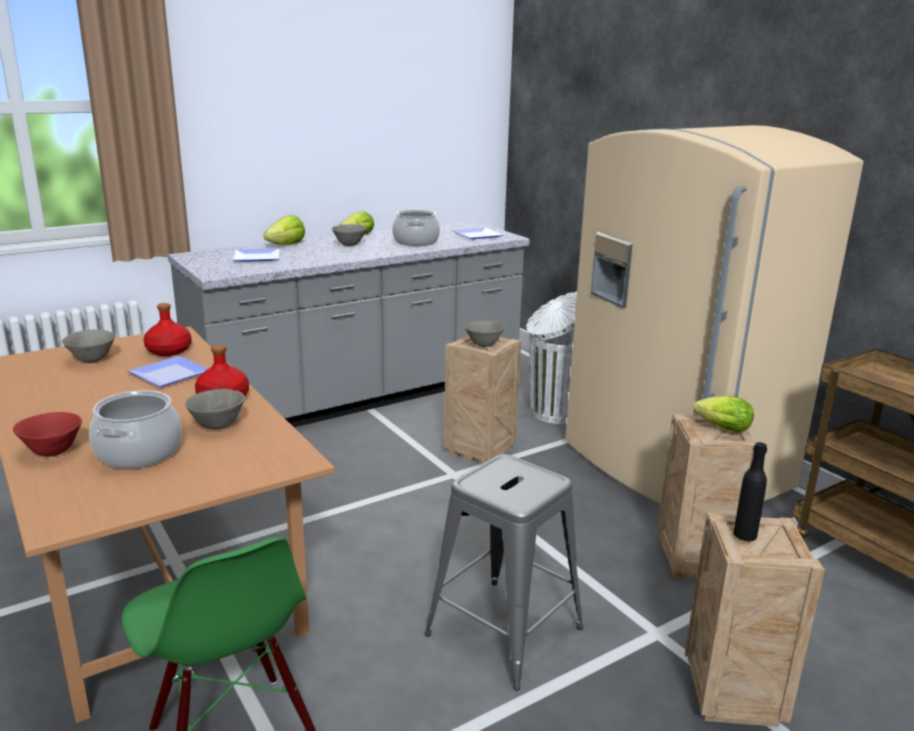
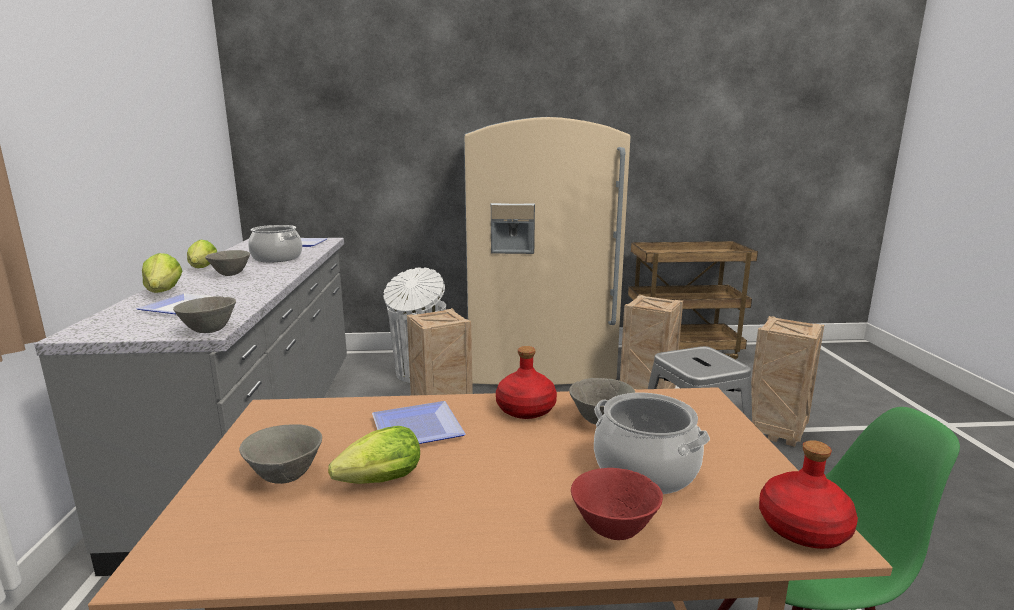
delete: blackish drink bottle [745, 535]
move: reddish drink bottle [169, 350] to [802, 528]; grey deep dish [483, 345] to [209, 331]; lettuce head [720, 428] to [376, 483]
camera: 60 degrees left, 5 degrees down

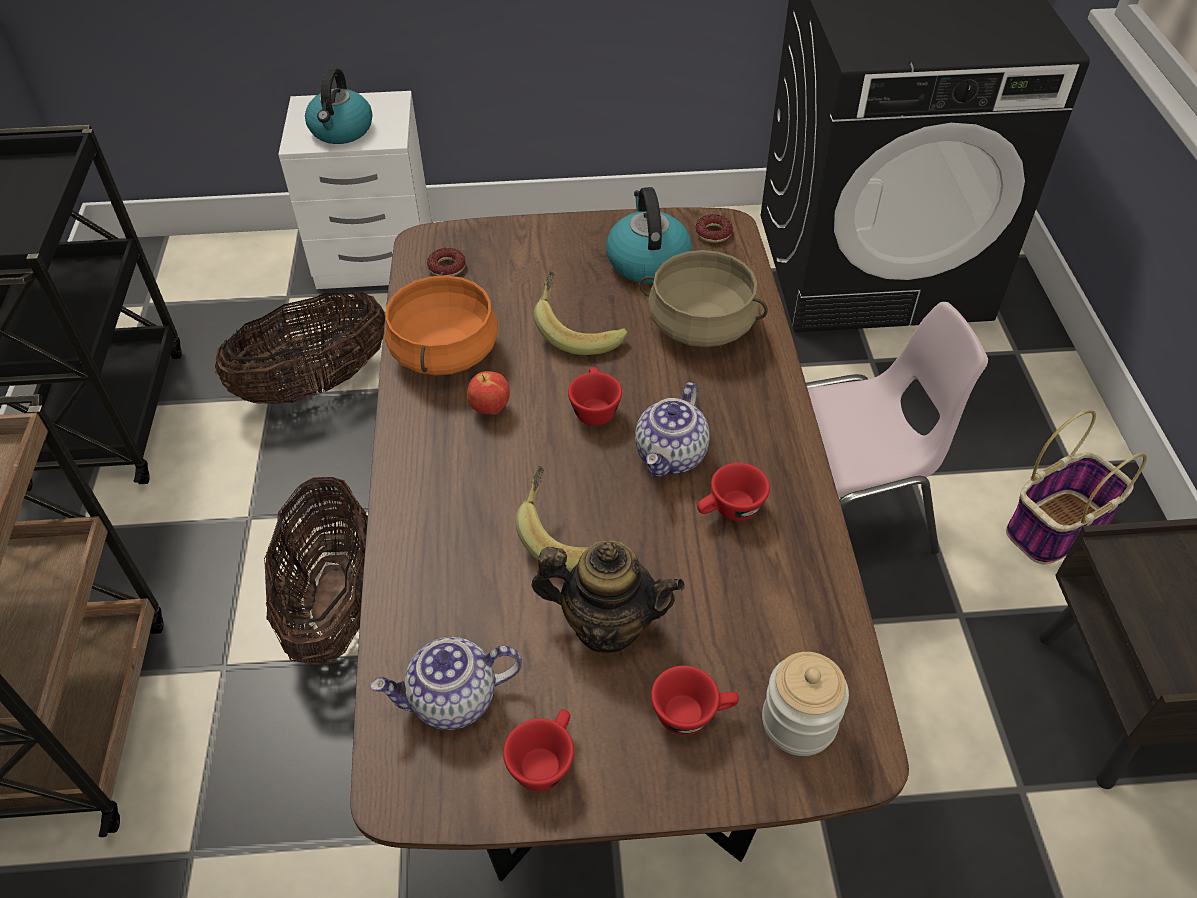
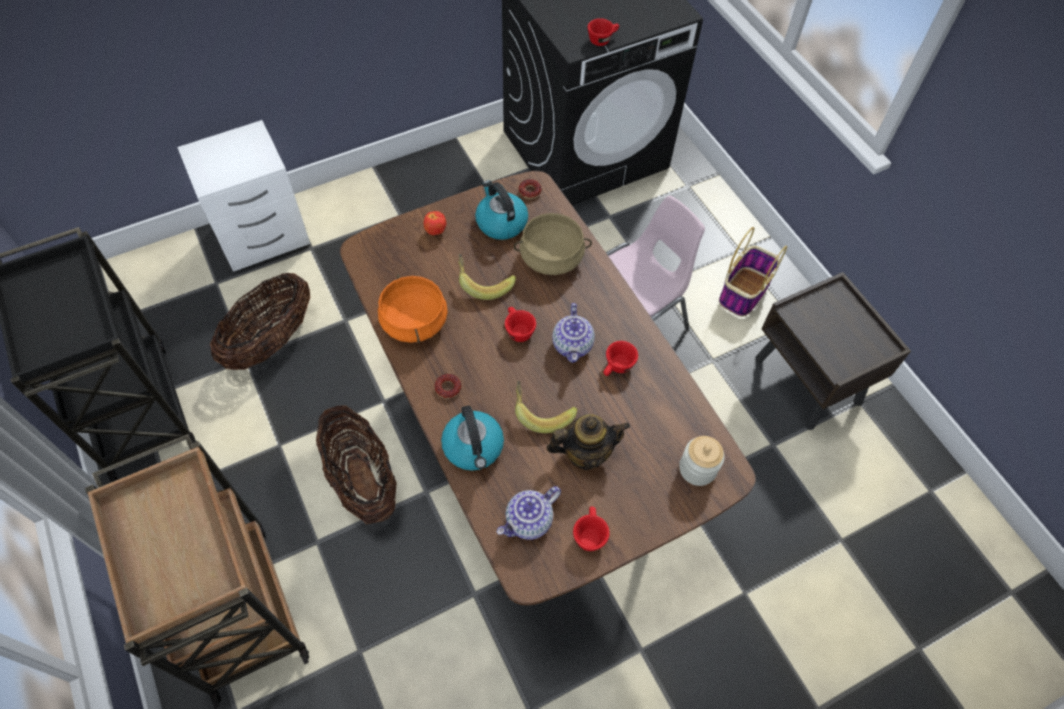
move: kettle [341, 130] to [474, 447]; doughnut [447, 267] to [448, 388]; whole apple [490, 409] to [435, 231]; reddish drinking cup [692, 713] to [602, 39]
camera: 25 degrees left, 10 degrees up

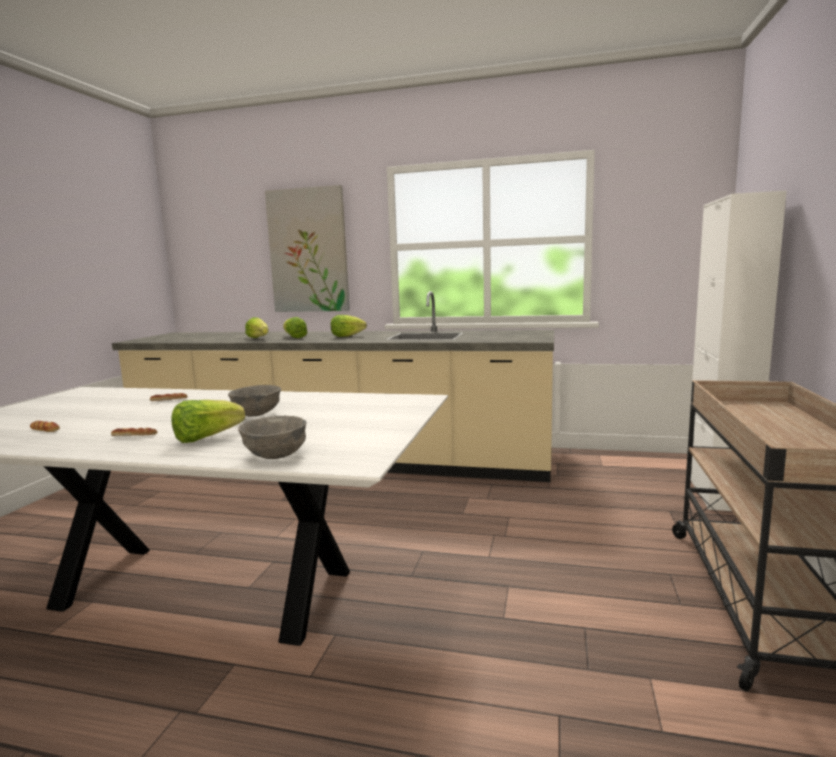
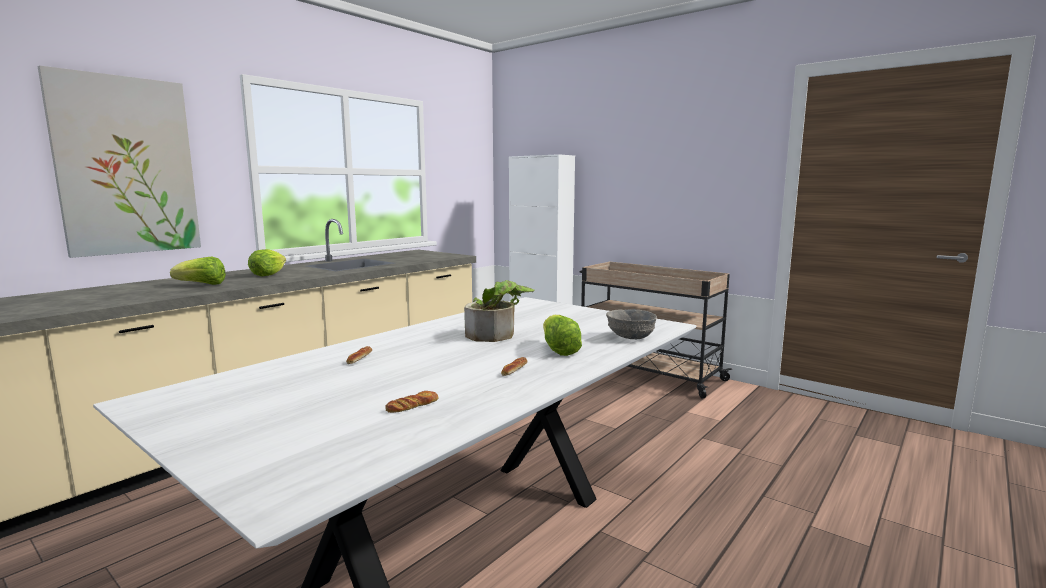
delete: lettuce head [258, 338]
replace: grey deep dish [257, 414] to potted plant [497, 335]
camera: 65 degrees left, 0 degrees up

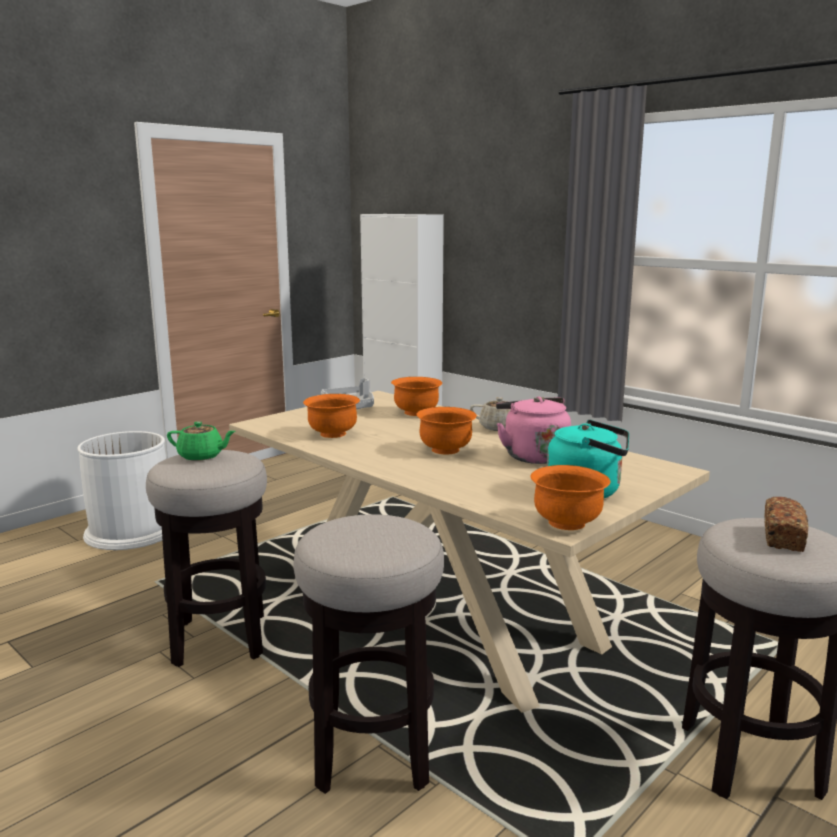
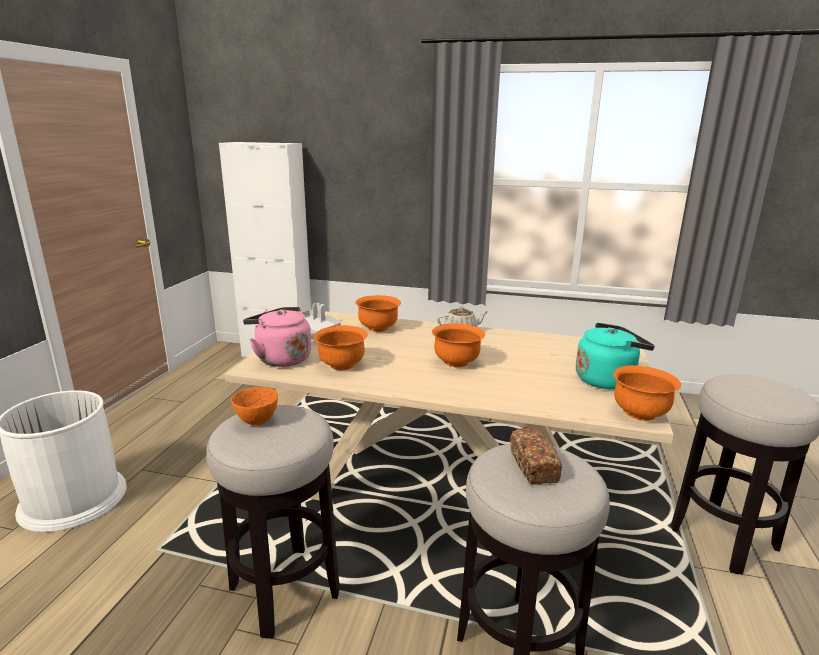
move: pink-coloured kettle [532, 456] to [281, 358]; bread [783, 538] to [533, 467]
replace: greenish pot for tea [202, 456] to orange deep dish [256, 421]
camera: 30 degrees left, 5 degrees up

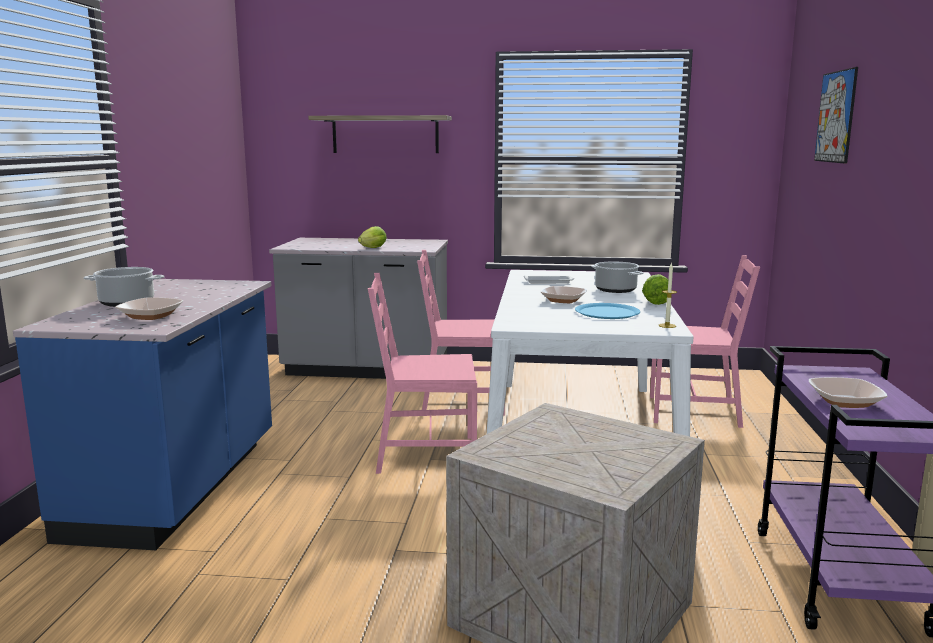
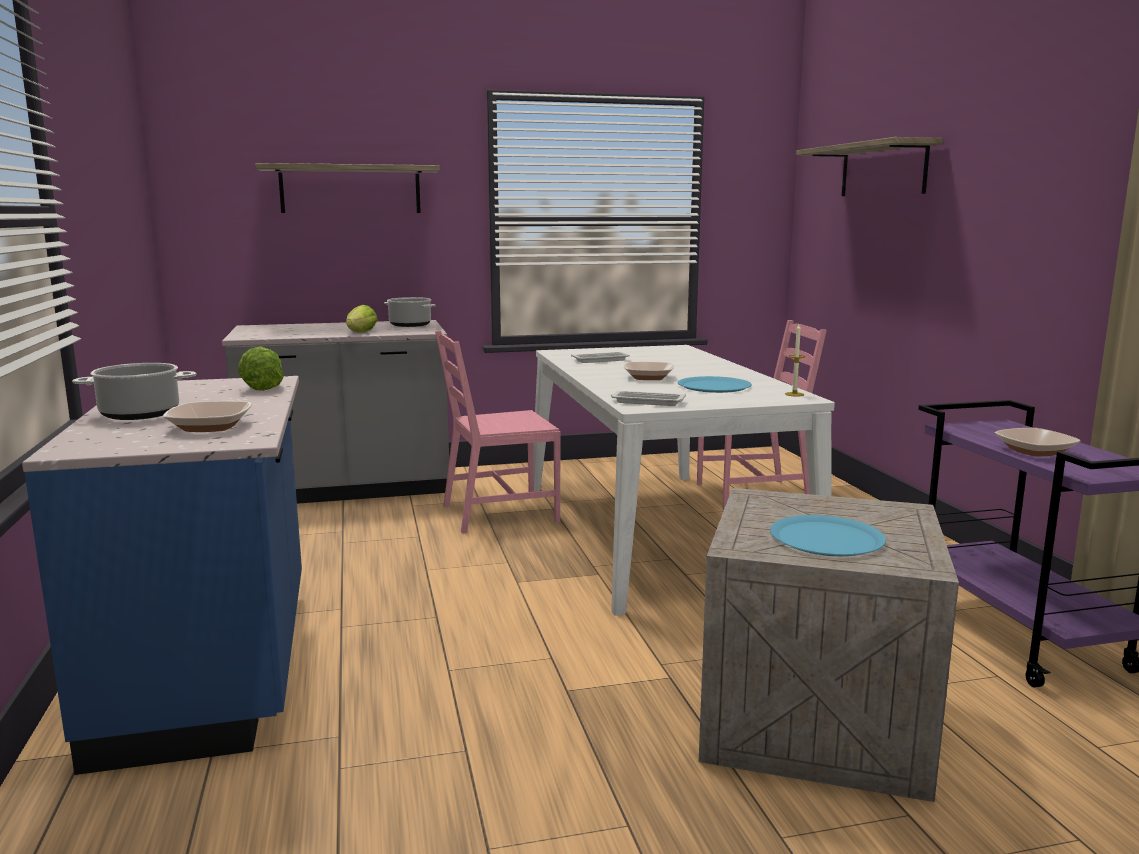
delete: pink-coloured chair [425, 455]
insert: white-coloured serving tray [646, 402]; blue flat dish [826, 538]
move: cooking pot [616, 290] to [410, 325]; lettuce head [654, 302] to [263, 387]
replace: wall picture [835, 117] to wall shelf [883, 170]
camera: 20 degrees left, 0 degrees up

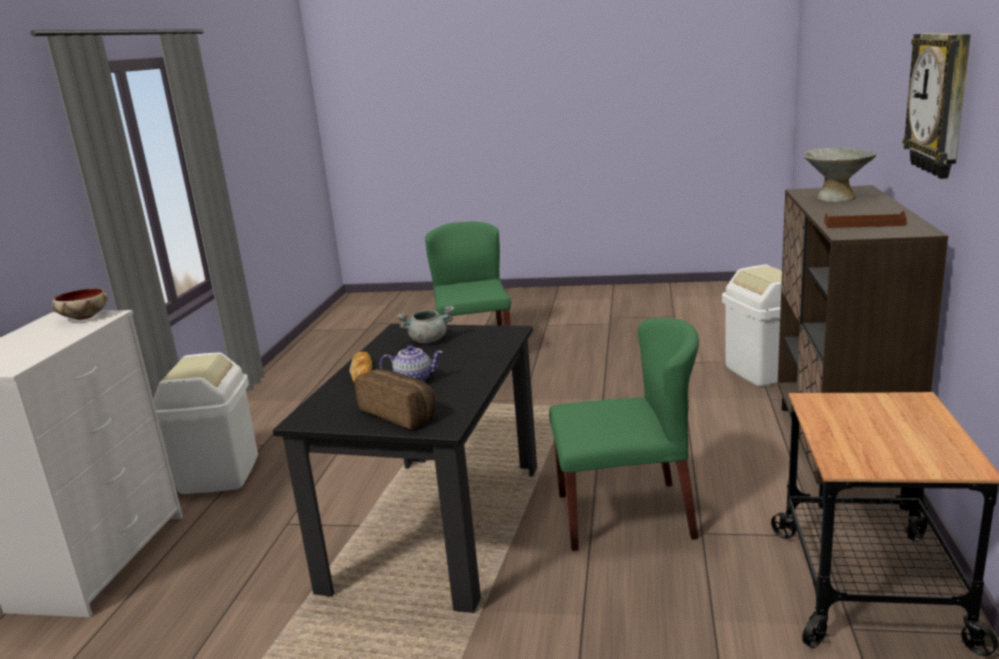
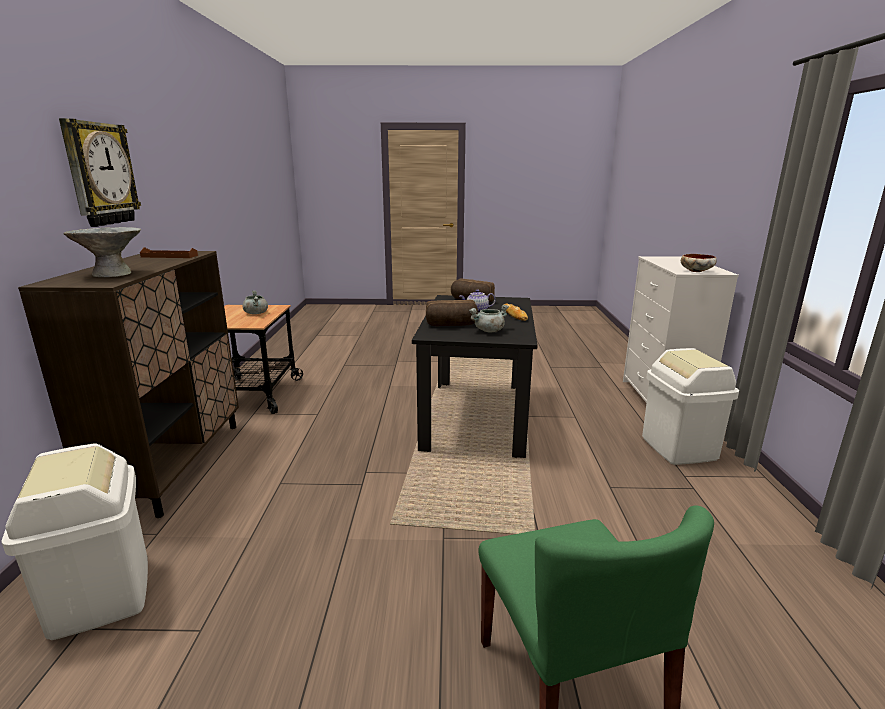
delete: greenish chair [626, 515]
insert: grey cooking pot [256, 313]; bread [451, 325]
camera: 170 degrees right, 0 degrees up

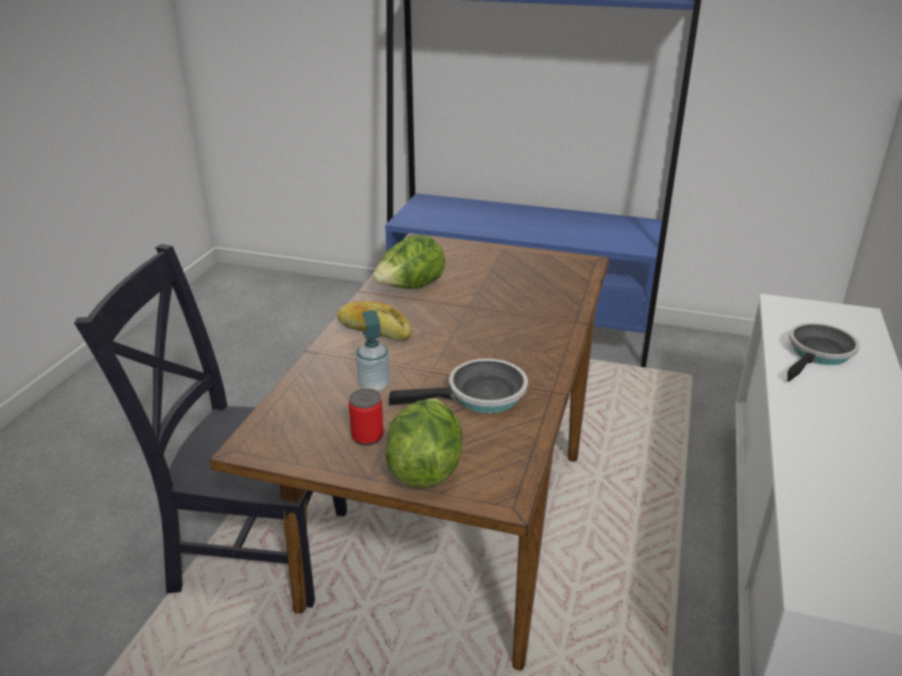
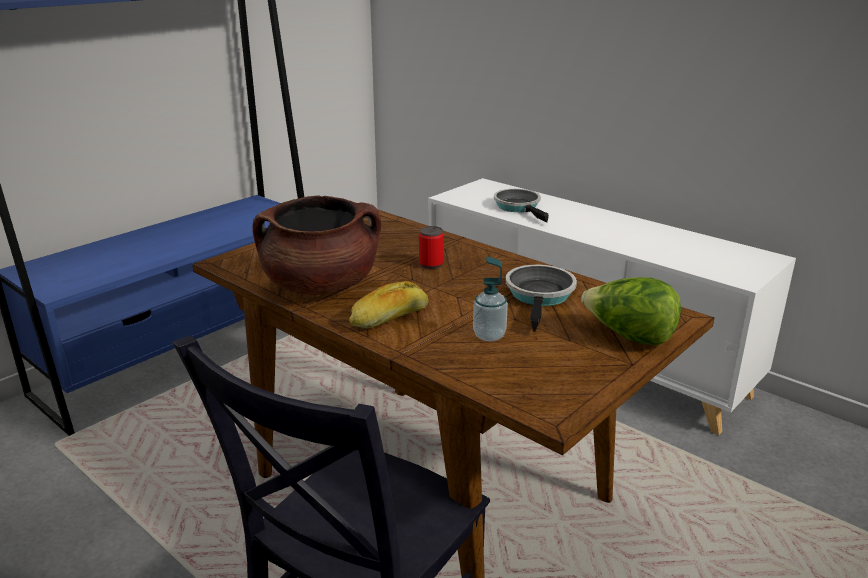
move: sealed can [367, 436] to [431, 264]
replace: lettuce head [410, 288] to brownish cooking pot [321, 286]
camera: 65 degrees left, 5 degrees down

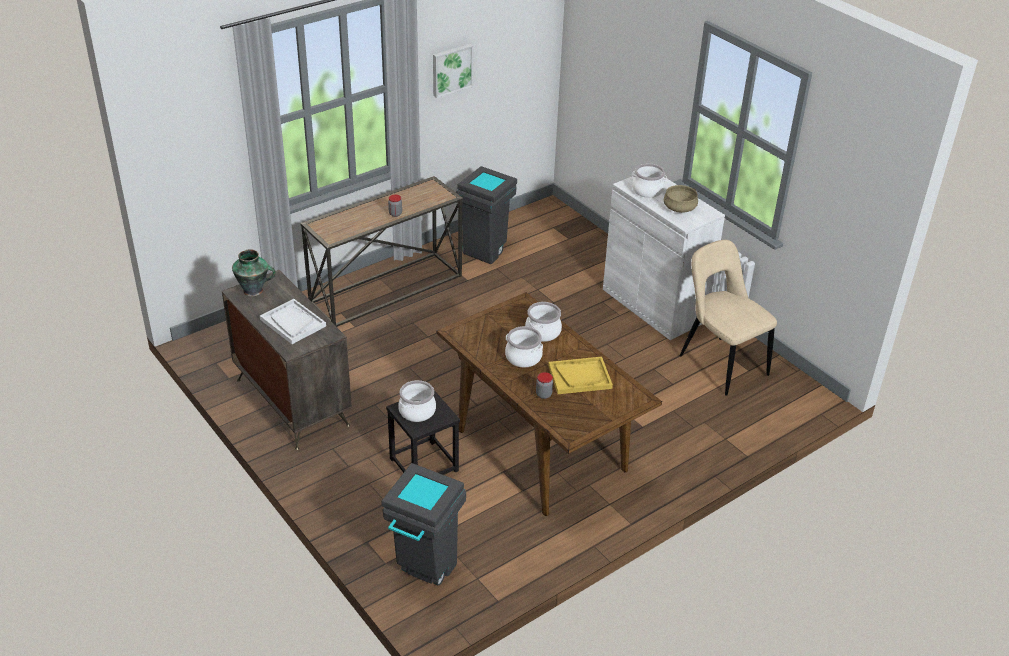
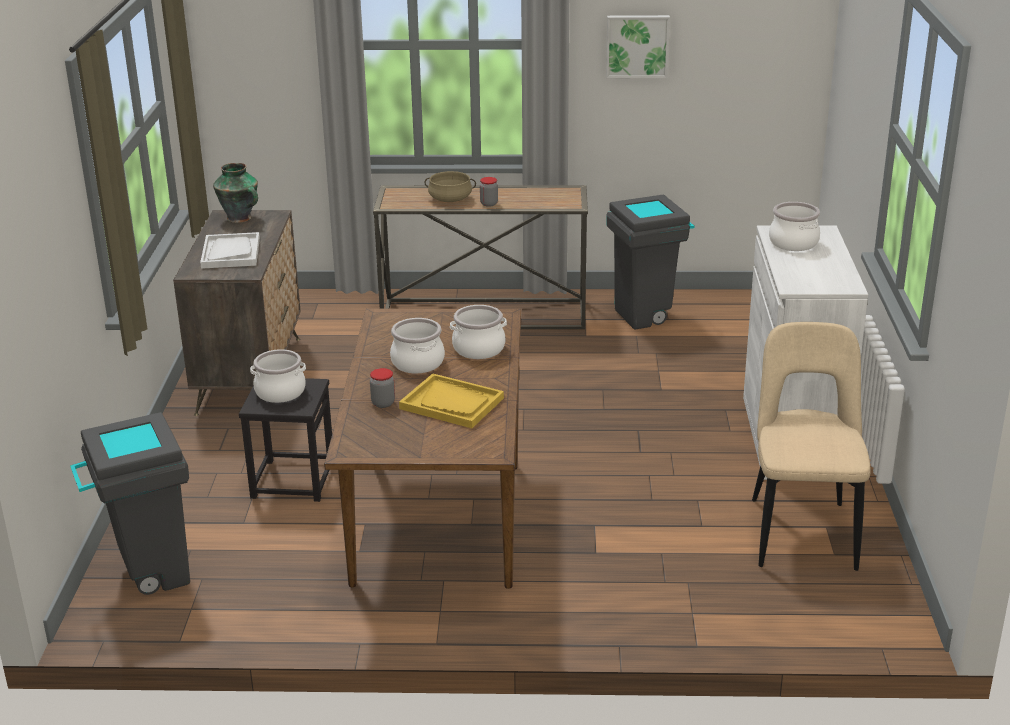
move: sand-coloured cooking pot [679, 208] to [450, 199]
camera: 40 degrees right, 10 degrees down

